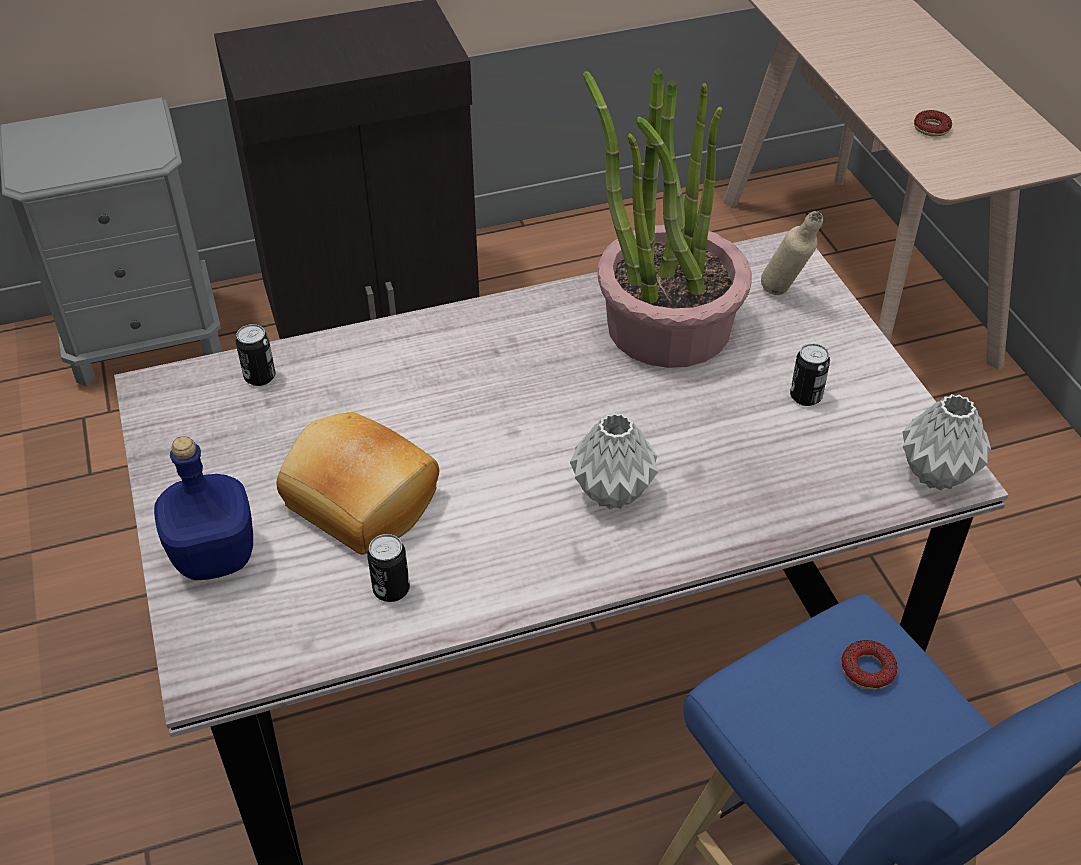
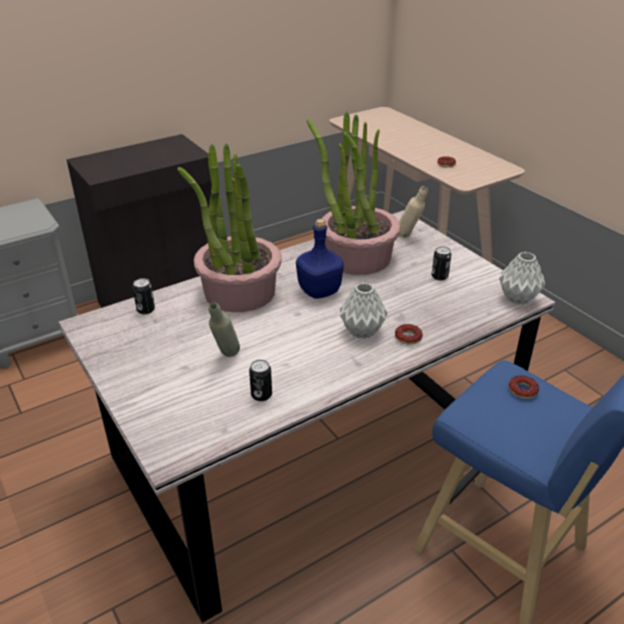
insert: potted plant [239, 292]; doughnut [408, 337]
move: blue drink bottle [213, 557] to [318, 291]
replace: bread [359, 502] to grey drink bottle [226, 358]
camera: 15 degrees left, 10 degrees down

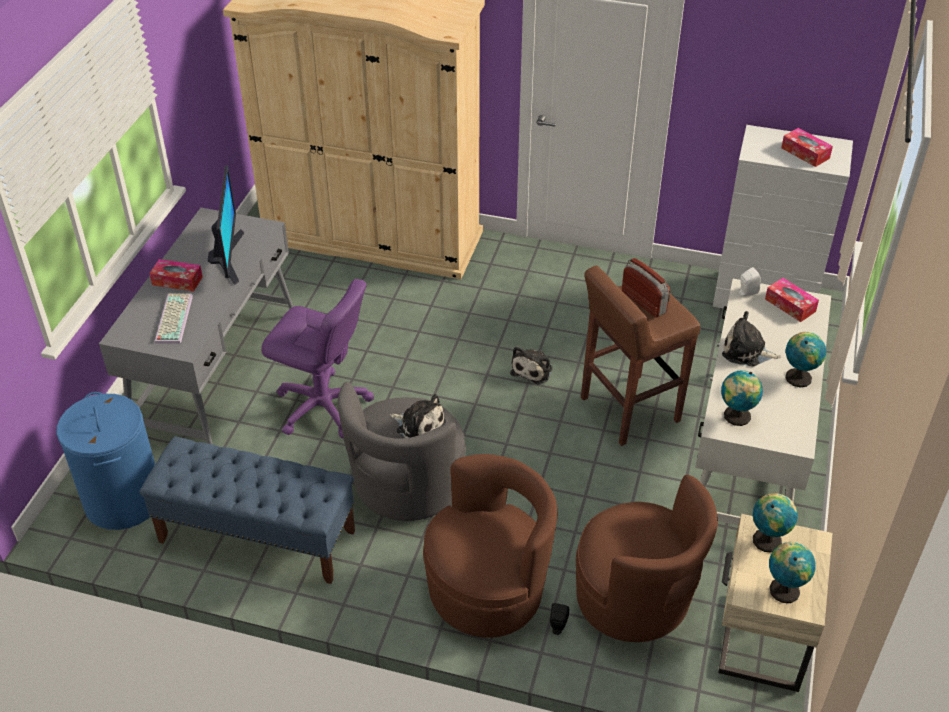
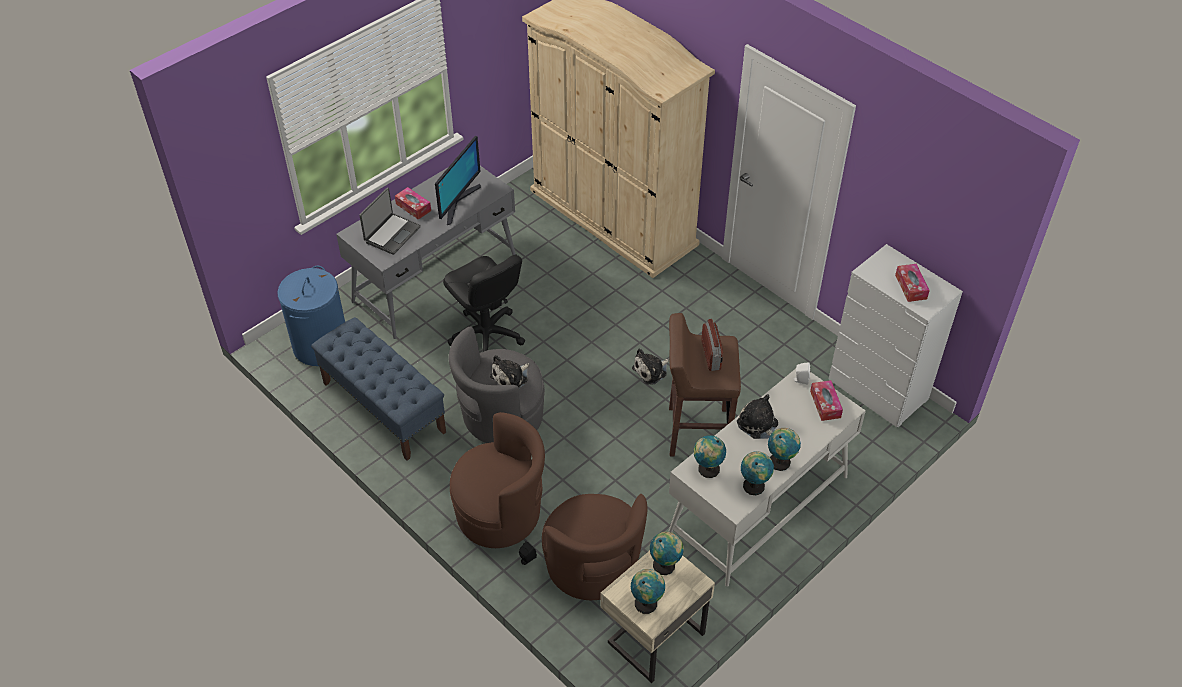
insert: desk globe [754, 485]
replace: keyboard [173, 318] to portable computer [392, 234]
recolor: purple desk chair [322, 407] to blackish desk chair [486, 335]
rotate: plush toy [418, 425] = [511, 378] 75 degrees clockwise
camera: 30 degrees right, 5 degrees up

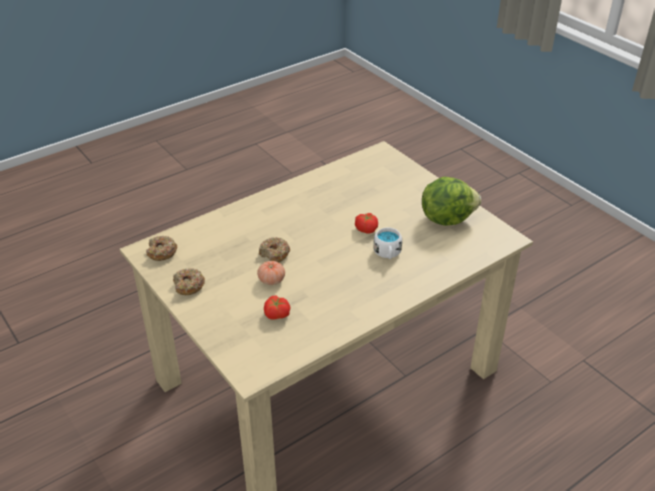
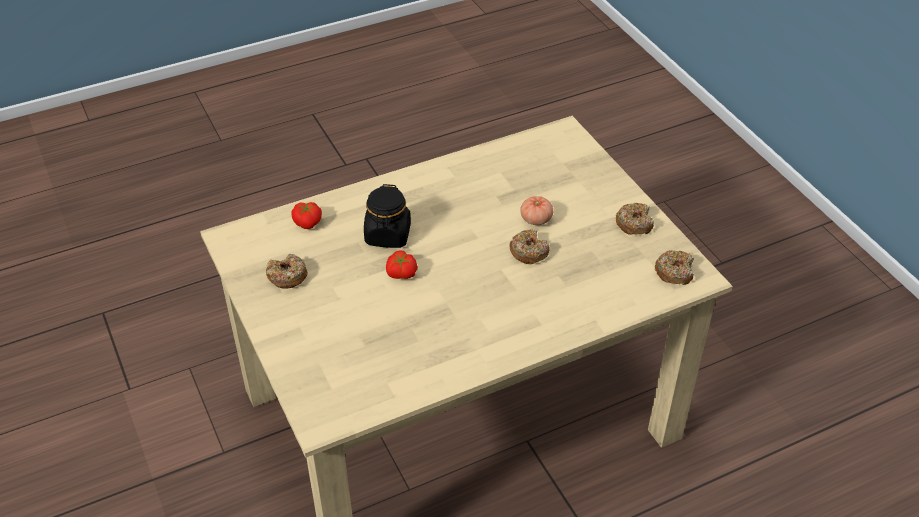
move: fresh tomato [276, 315] to [308, 222]
replace: white-coloured mug [387, 254] to blackish preserve jar [388, 235]; lettuce head [446, 218] to doughnut [287, 276]
camera: 170 degrees left, 5 degrees up

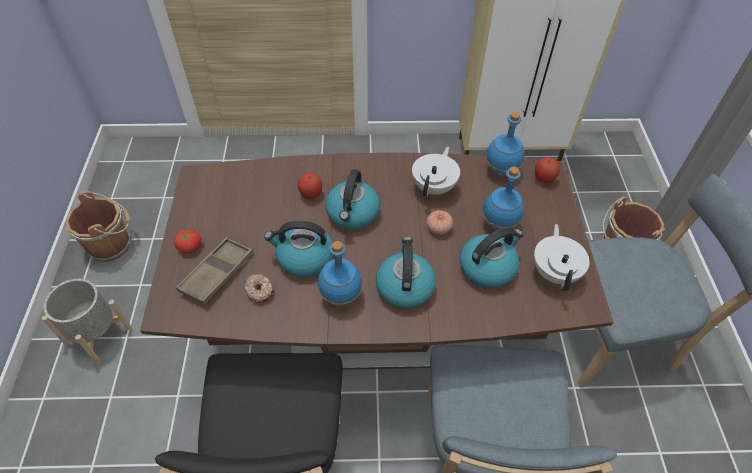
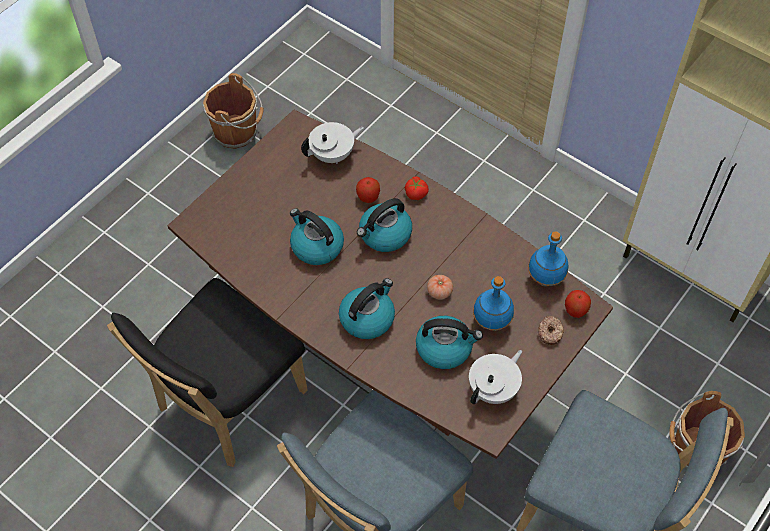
delete: grey flower pot [98, 335]; brownish serving tray [217, 273]; blue drink bottle [340, 297]
move: fresh tomato [189, 246] to [416, 193]; doughnut [260, 291] to [550, 333]; white-coloured pot for tea [434, 187] to [333, 155]
camera: 40 degrees right, 5 degrees up

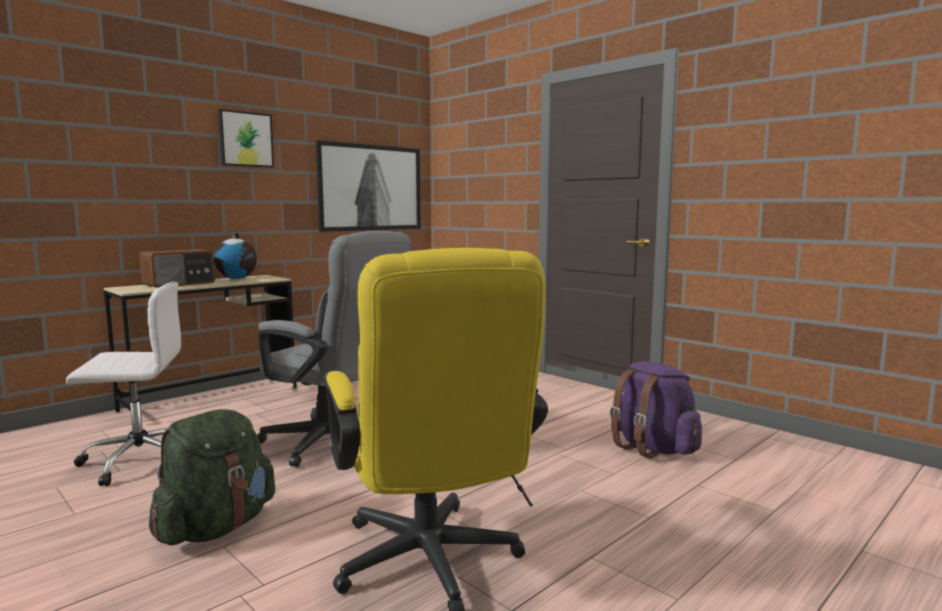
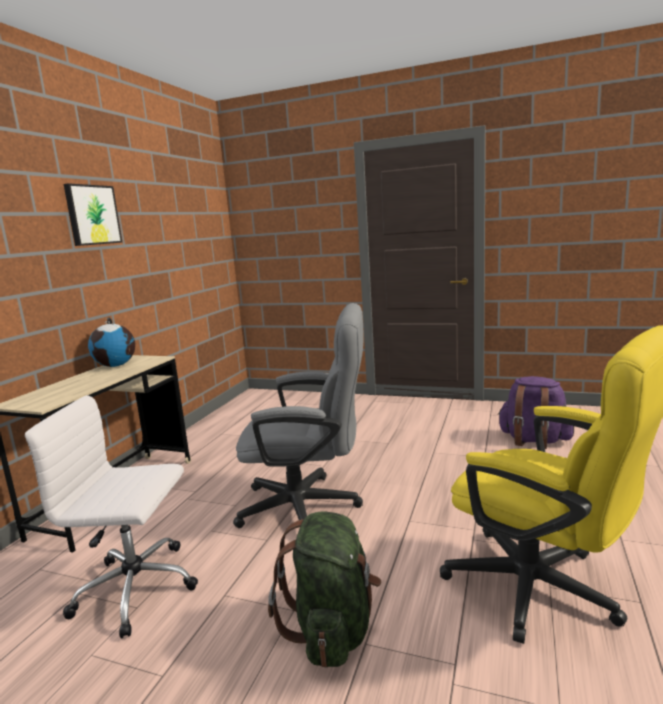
delete: radio set [179, 283]; wall picture [371, 188]
rotate: white-coloured desk chair [137, 460] = [138, 588] 135 degrees counterclockwise
camera: 25 degrees left, 5 degrees up

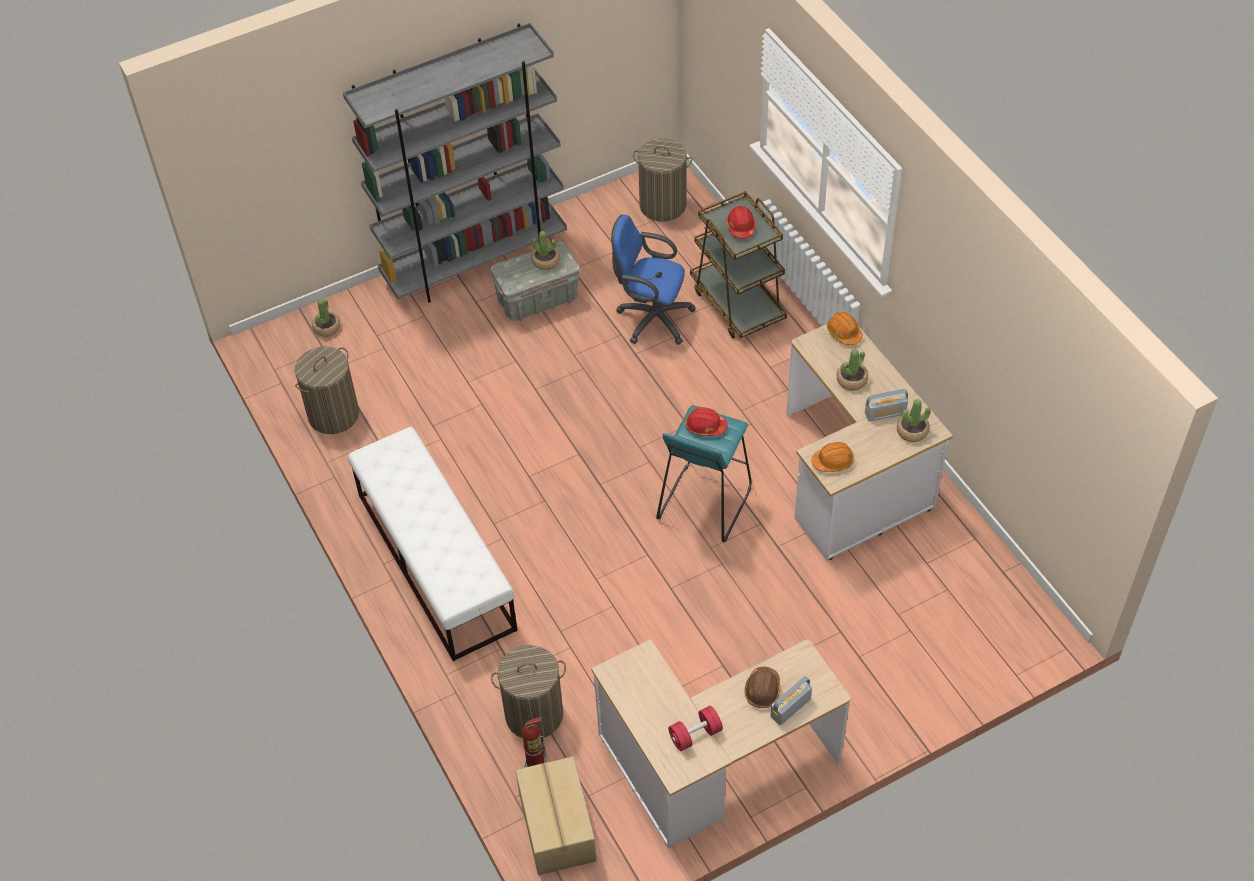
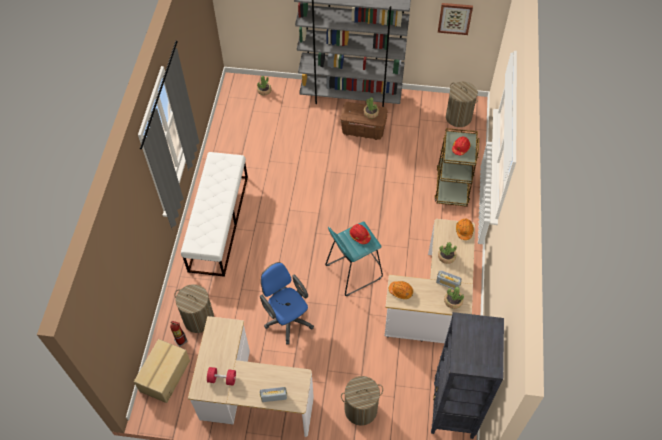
delete: brownish hard hat [762, 690]
insert: blackish bookshelf [452, 411]; wall picture [455, 18]
move: hamper [333, 414] to [361, 409]; blue desk chair [651, 318] to [287, 318]
recolor: grey storage box [538, 299] to brownish storage box [363, 130]
camera: 35 degrees right, 5 degrees up

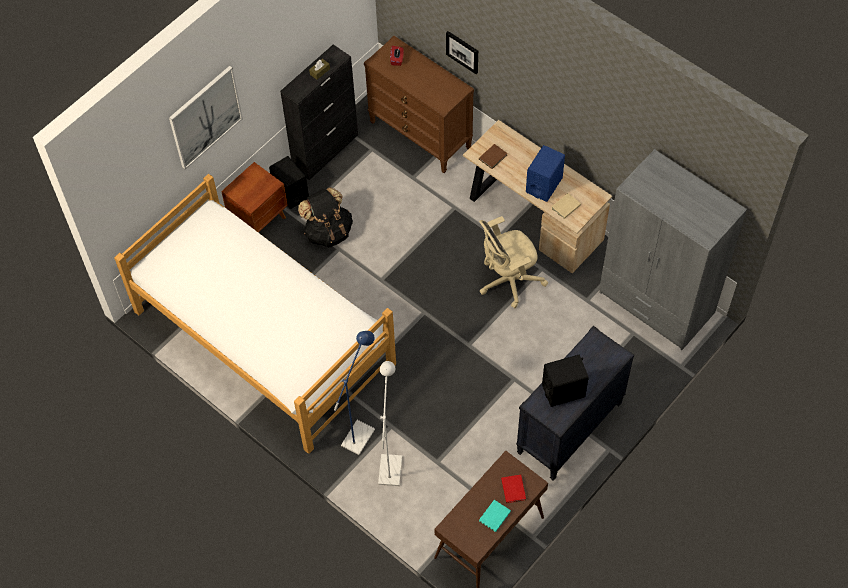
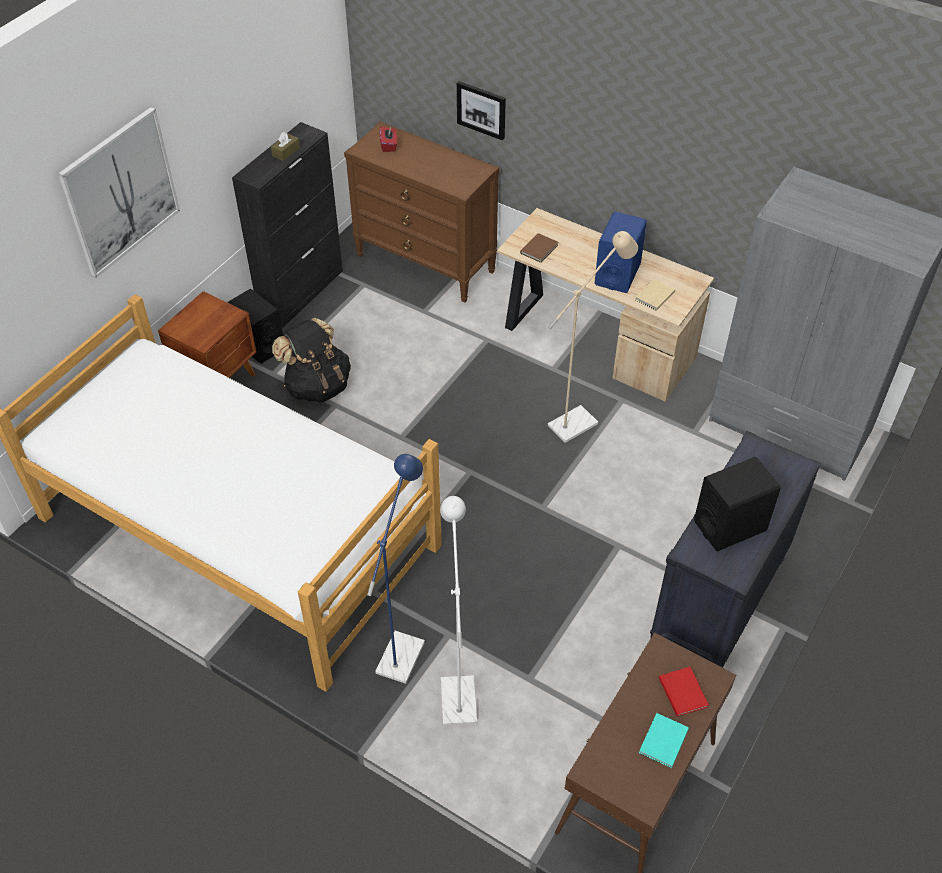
replace: sand-coloured desk chair [508, 281] to sand-coloured floor lamp [579, 420]
camera: 10 degrees left, 10 degrees down

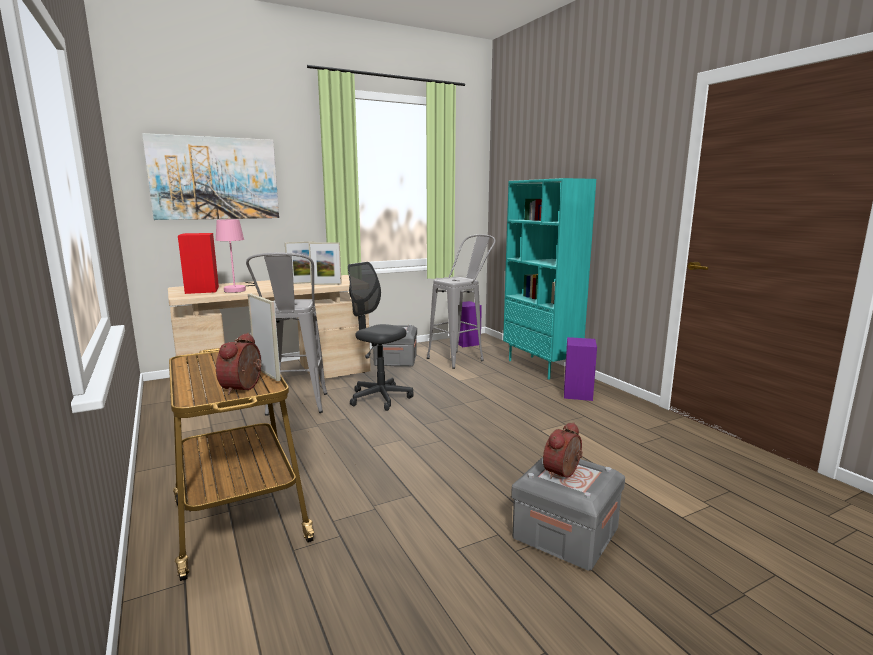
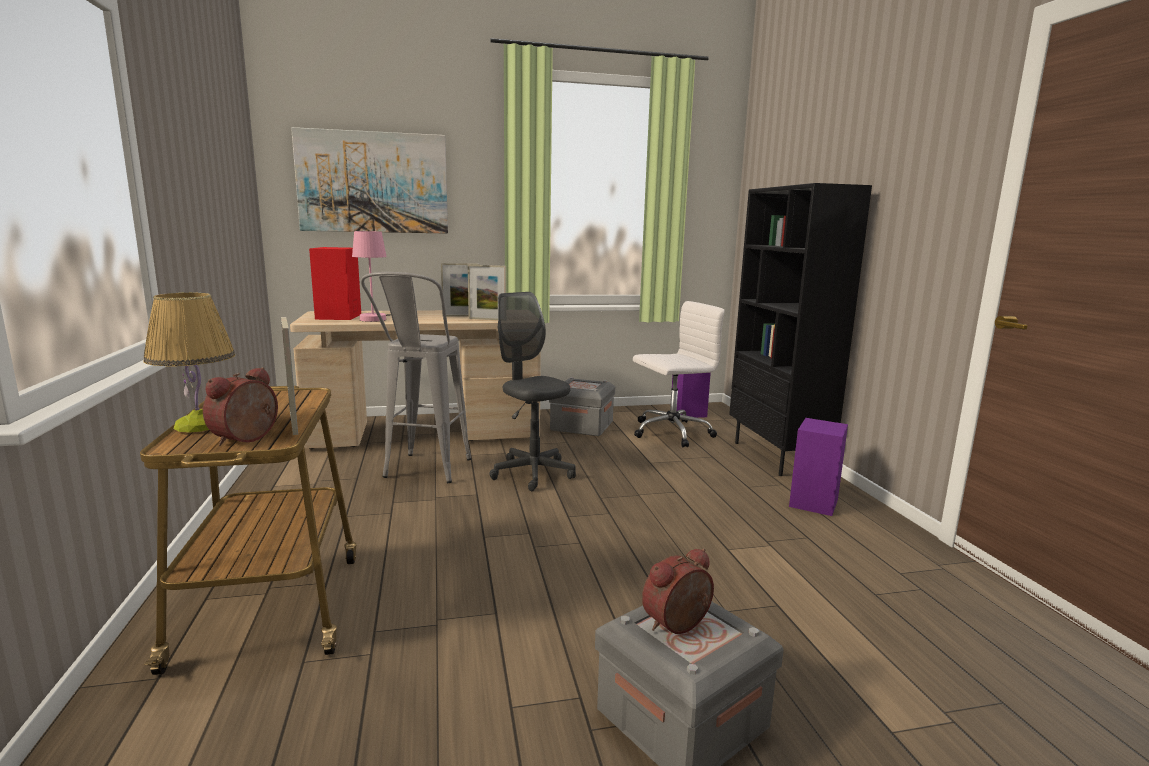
insert: table lamp [199, 425]
replace: grey sitting stool [461, 358] to white-coloured desk chair [670, 432]
recolor: turquoise bookshelf [541, 367] to blackish bookshelf [777, 457]
camera: 15 degrees right, 0 degrees up

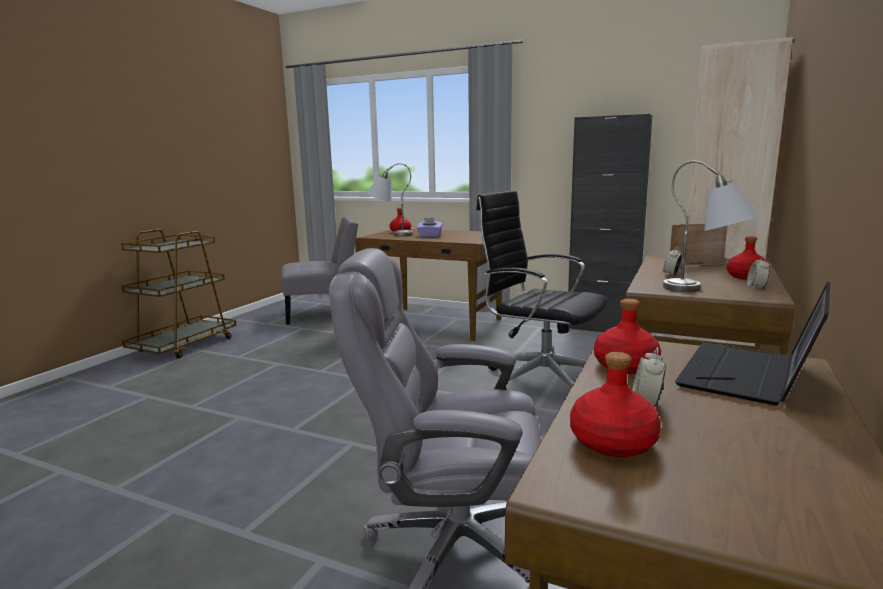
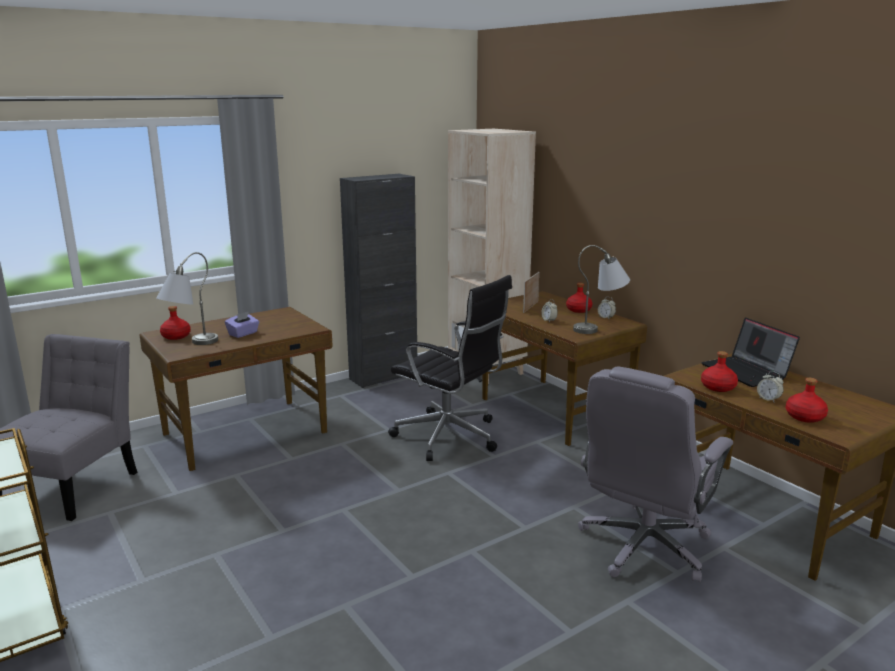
rotate: blackish desk chair [540, 380] = [450, 437] 120 degrees counterclockwise
camera: 60 degrees left, 5 degrees up

